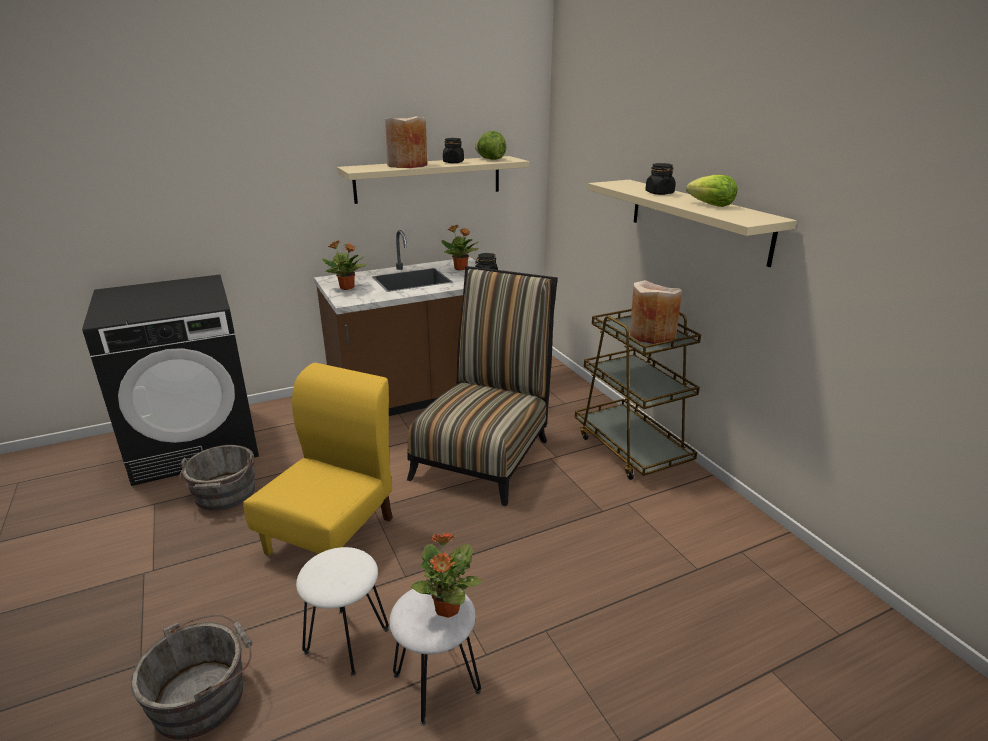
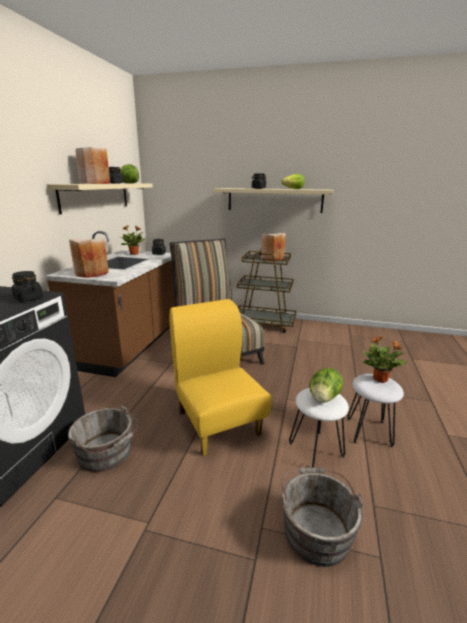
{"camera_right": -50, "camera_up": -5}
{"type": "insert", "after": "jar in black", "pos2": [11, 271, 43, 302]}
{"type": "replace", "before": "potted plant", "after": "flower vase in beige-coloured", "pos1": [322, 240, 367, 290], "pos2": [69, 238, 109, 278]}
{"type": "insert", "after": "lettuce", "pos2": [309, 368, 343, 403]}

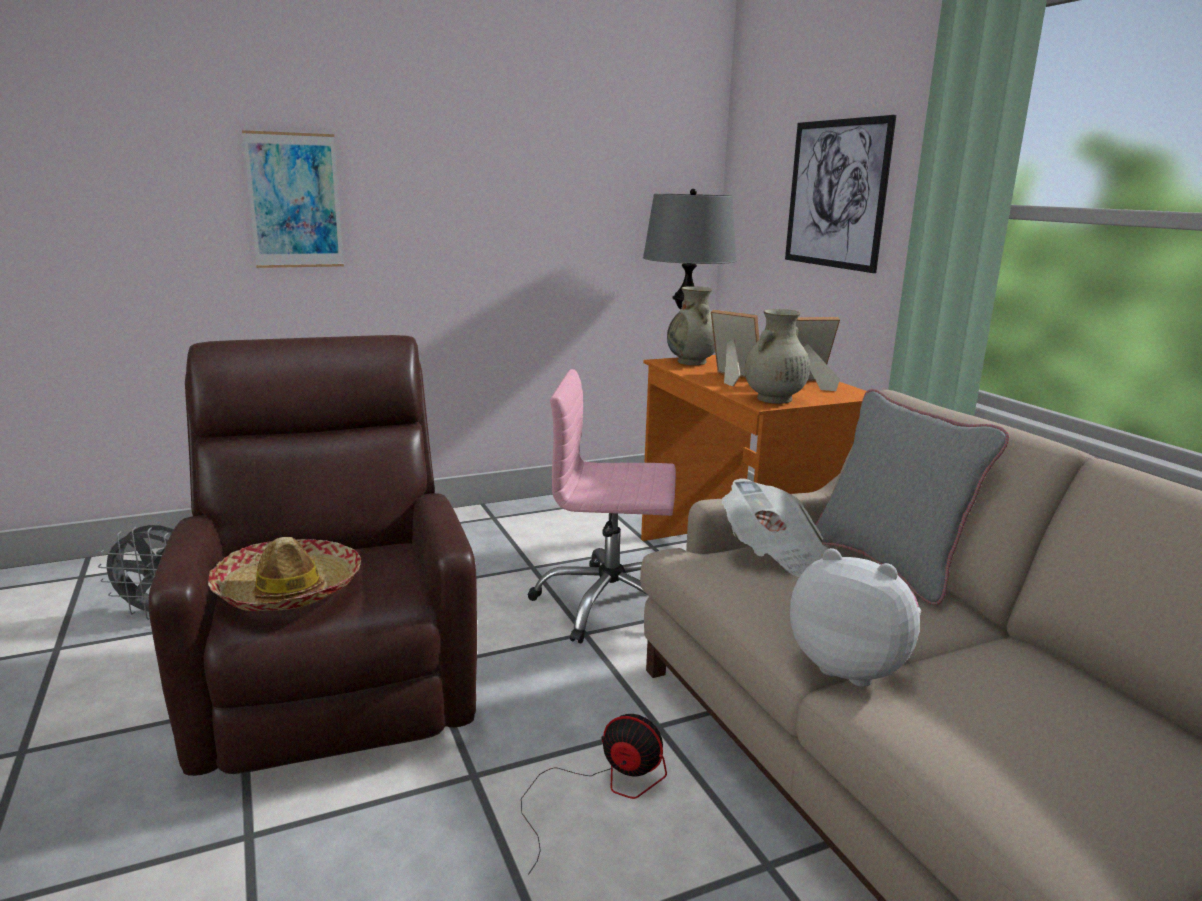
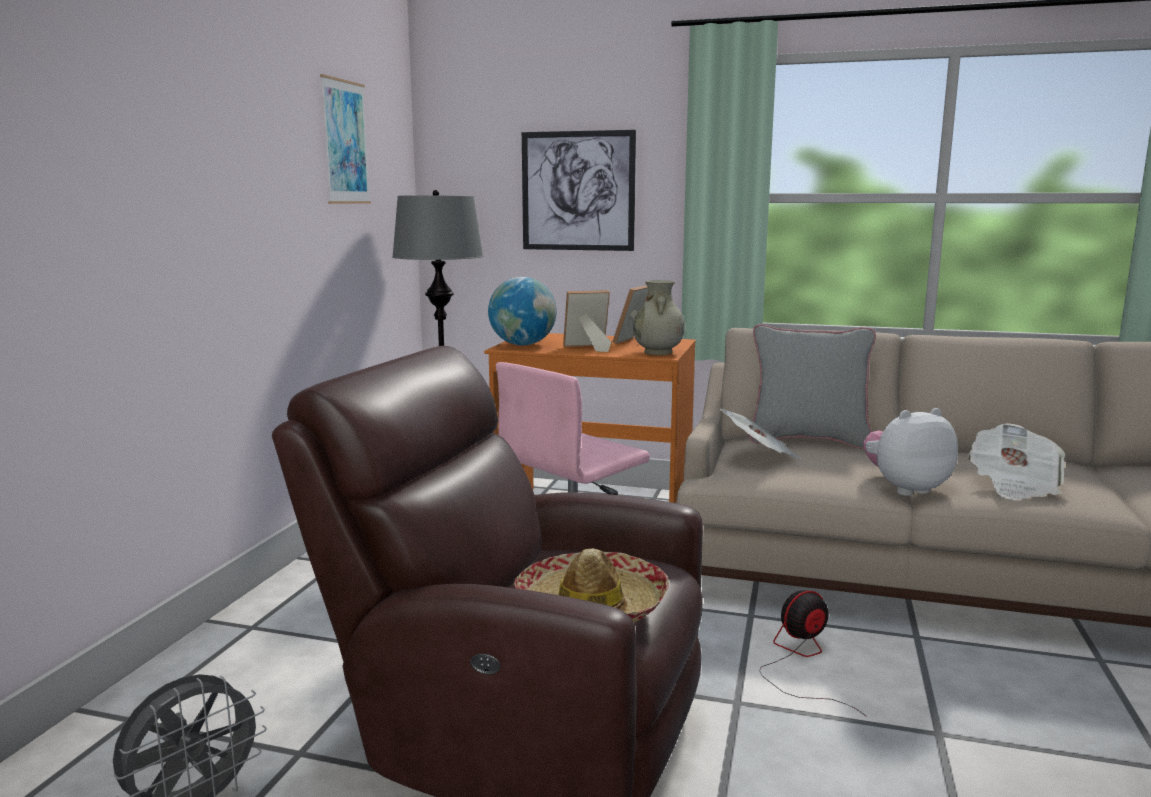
{"camera_right": -50, "camera_up": -5}
{"type": "move", "before": "wall art", "pos1": [242, 130, 344, 268], "pos2": [320, 74, 371, 204]}
{"type": "replace", "before": "flower vase in beige-coloured", "after": "world globe", "pos1": [667, 286, 715, 365], "pos2": [488, 277, 557, 346]}
{"type": "insert", "after": "newspaper", "pos2": [968, 423, 1065, 500]}

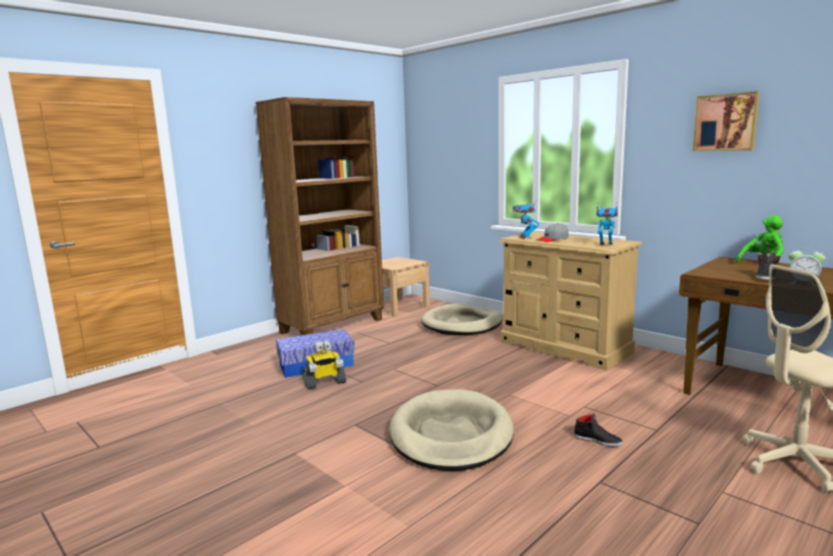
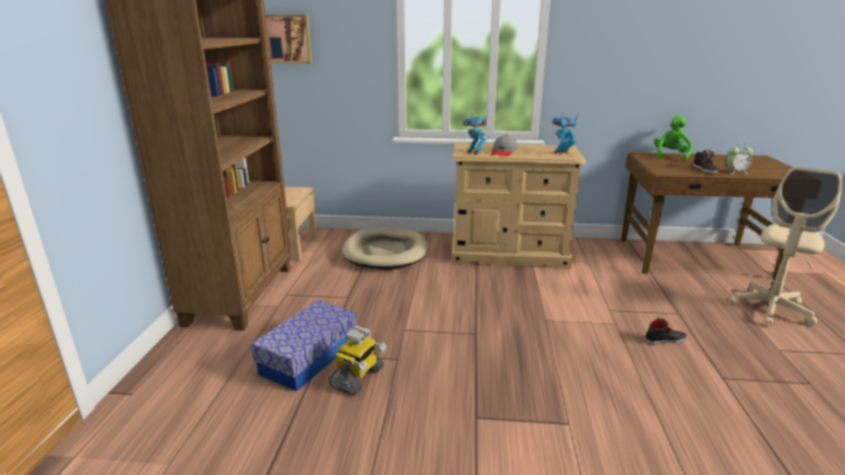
{"camera_right": -40, "camera_up": 10}
{"type": "move", "before": "wall art", "pos1": [693, 91, 760, 152], "pos2": [265, 15, 312, 64]}
{"type": "delete", "before": "dog bed in beige-coloured", "pos1": [389, 389, 514, 471]}

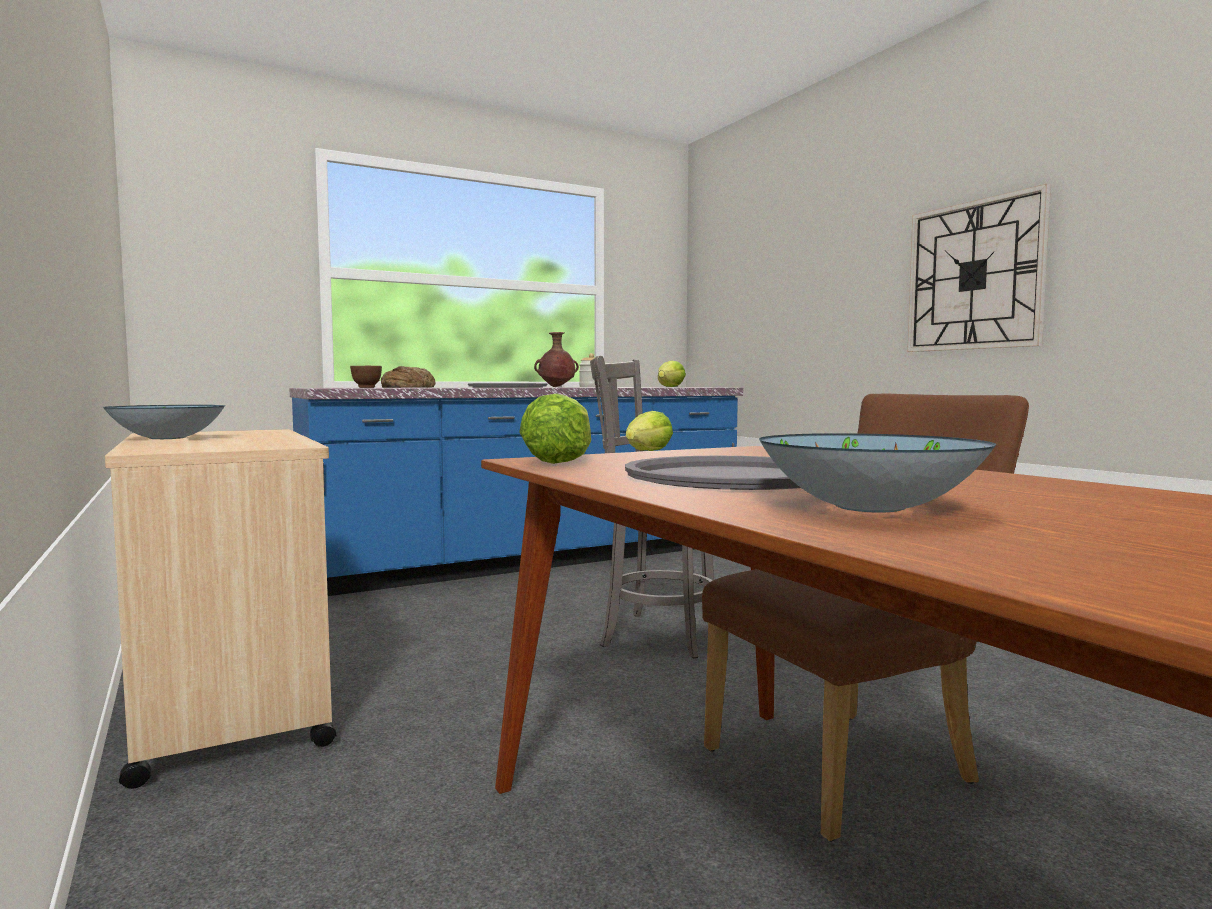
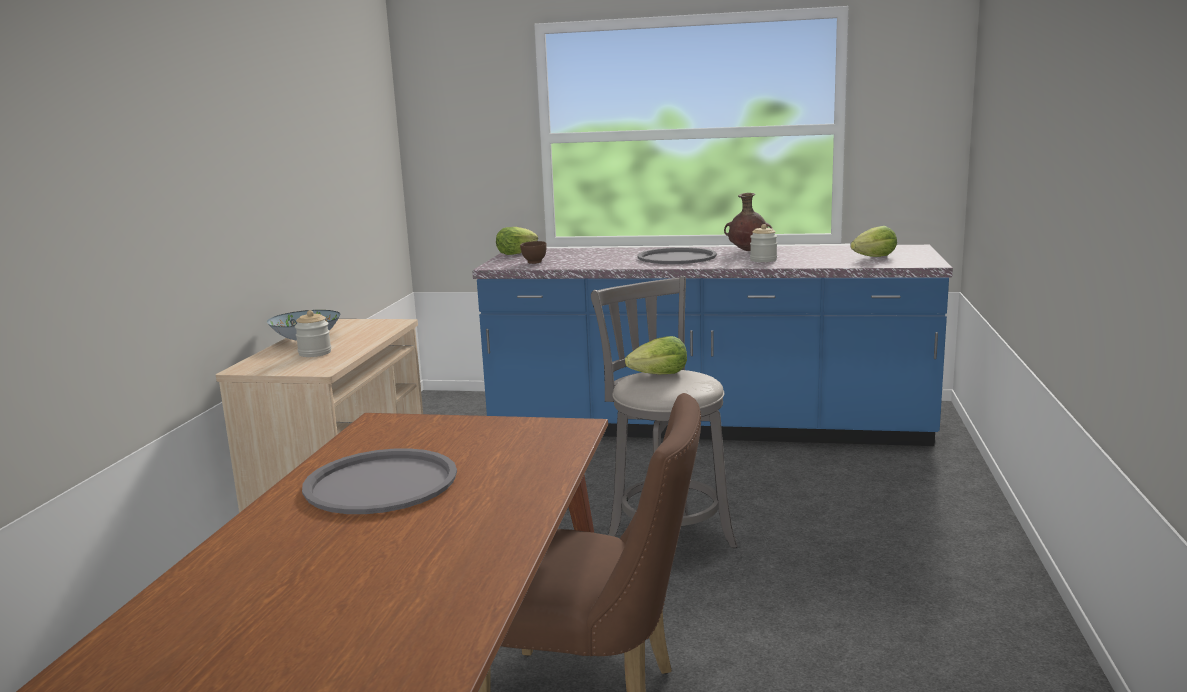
{"camera_right": 40, "camera_up": 10}
{"type": "insert", "after": "jar", "pos2": [295, 310, 331, 357]}
{"type": "move", "before": "lettuce", "pos1": [519, 393, 591, 464], "pos2": [496, 227, 538, 255]}
{"type": "delete", "before": "baked bread", "pos1": [381, 366, 435, 388]}
{"type": "delete", "before": "deep dish", "pos1": [759, 433, 996, 513]}
{"type": "delete", "before": "hanging clock", "pos1": [907, 184, 1051, 352]}

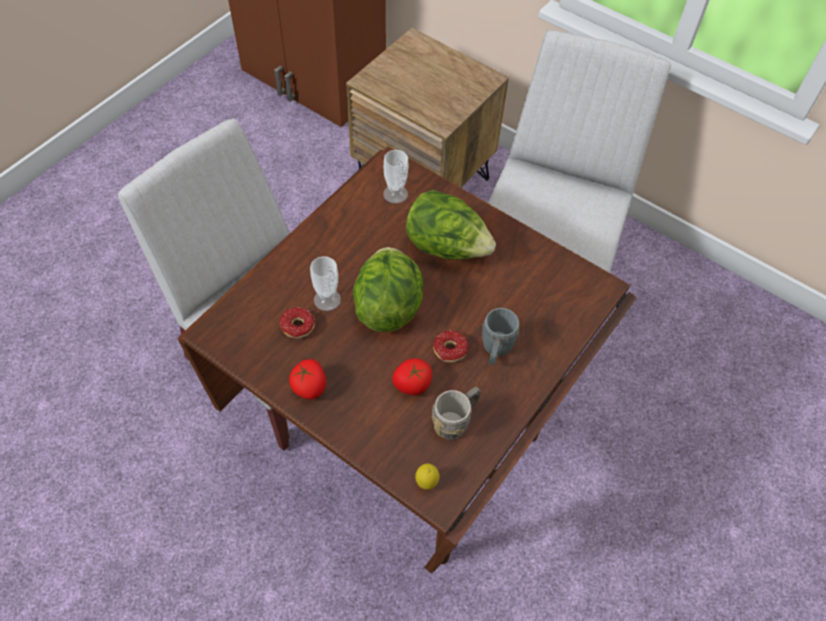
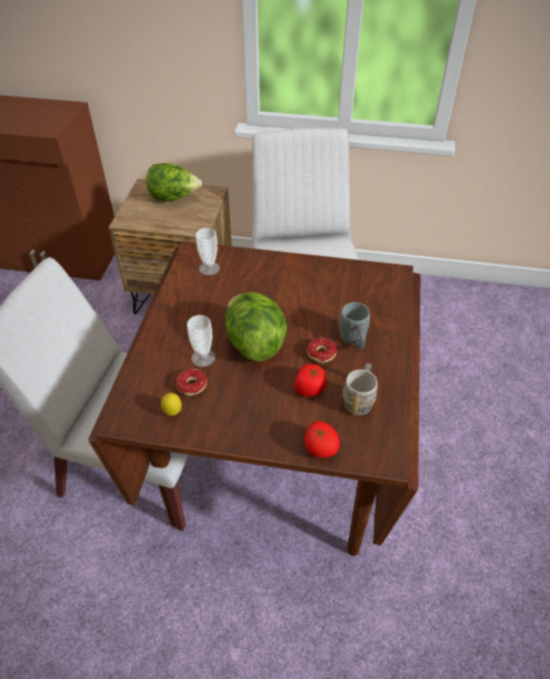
{"camera_right": -25, "camera_up": -10}
{"type": "move", "before": "lettuce", "pos1": [406, 190, 496, 260], "pos2": [146, 163, 202, 201]}
{"type": "move", "before": "citrus fruit", "pos1": [415, 464, 440, 490], "pos2": [161, 393, 182, 416]}
{"type": "move", "before": "fresh tomato", "pos1": [289, 359, 326, 399], "pos2": [304, 421, 340, 458]}

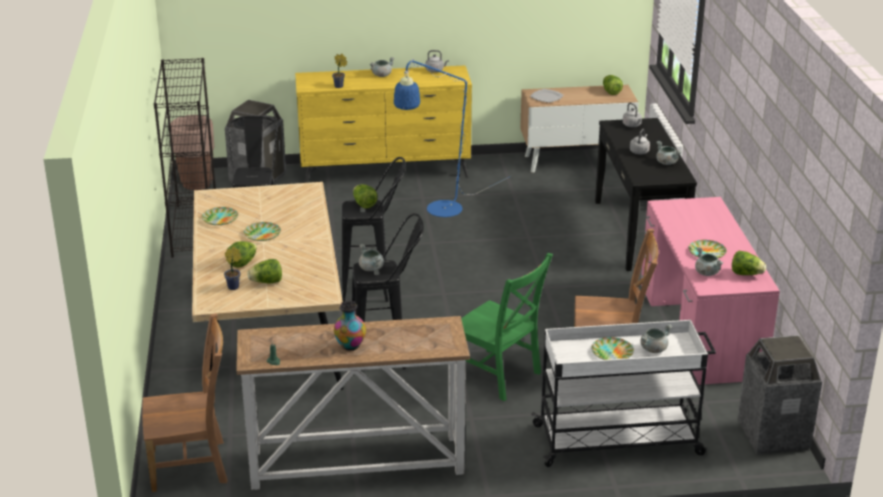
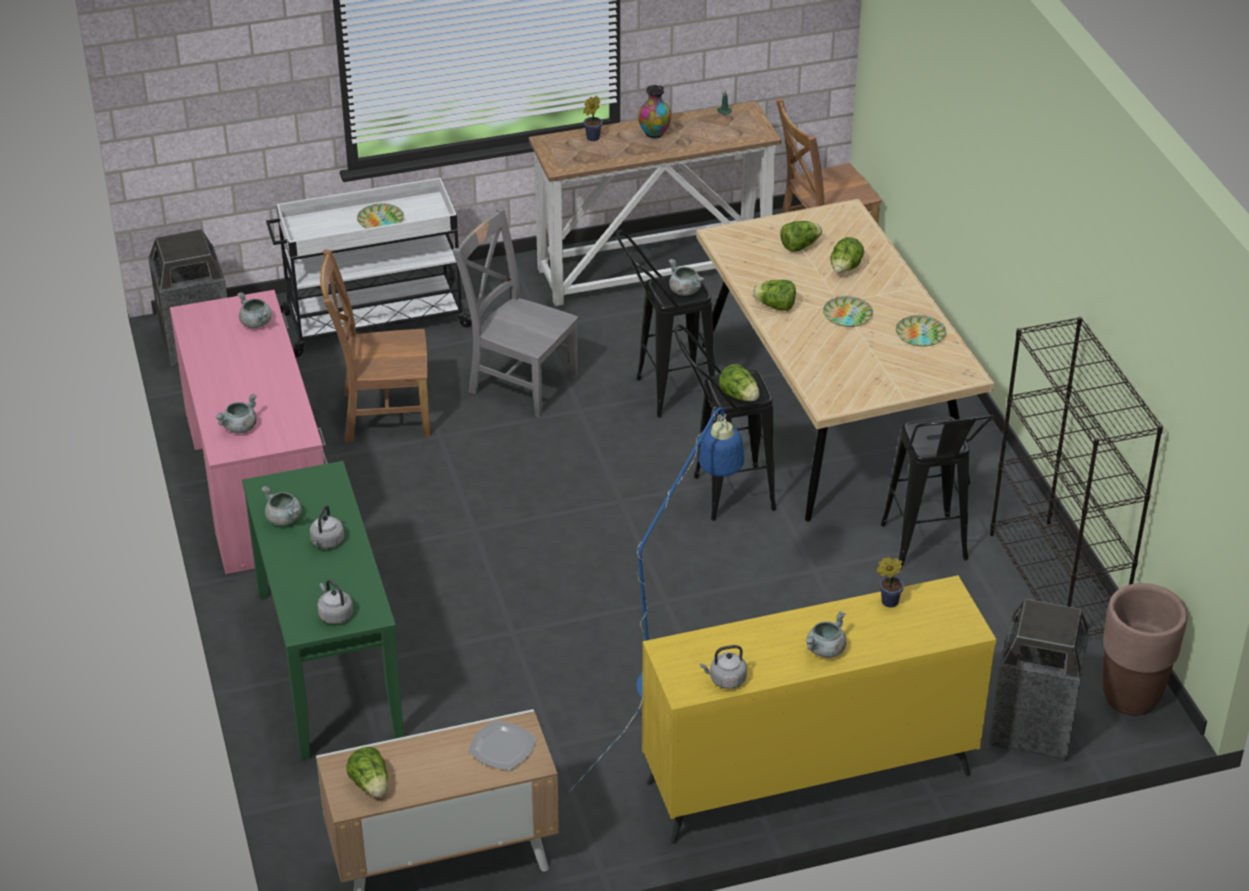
{"camera_right": 170, "camera_up": 10}
{"type": "move", "before": "stockpot in greyish", "pos1": [640, 324, 672, 353], "pos2": [215, 393, 257, 433]}
{"type": "recolor", "before": "narrow table in black", "after": "narrow table in greenish", "pos1": [595, 118, 697, 271], "pos2": [242, 461, 404, 761]}
{"type": "recolor", "before": "plain chair in greenish", "after": "plain chair in greyish", "pos1": [461, 253, 553, 401], "pos2": [452, 207, 579, 418]}
{"type": "move", "before": "potted plant", "pos1": [224, 247, 241, 290], "pos2": [583, 96, 603, 141]}
{"type": "move", "before": "lettuce", "pos1": [732, 251, 766, 275], "pos2": [753, 280, 796, 311]}
{"type": "delete", "before": "flat dish", "pos1": [688, 240, 727, 258]}

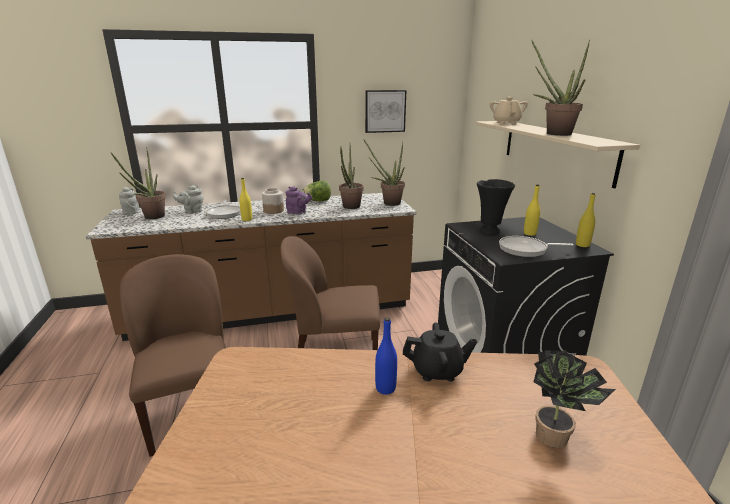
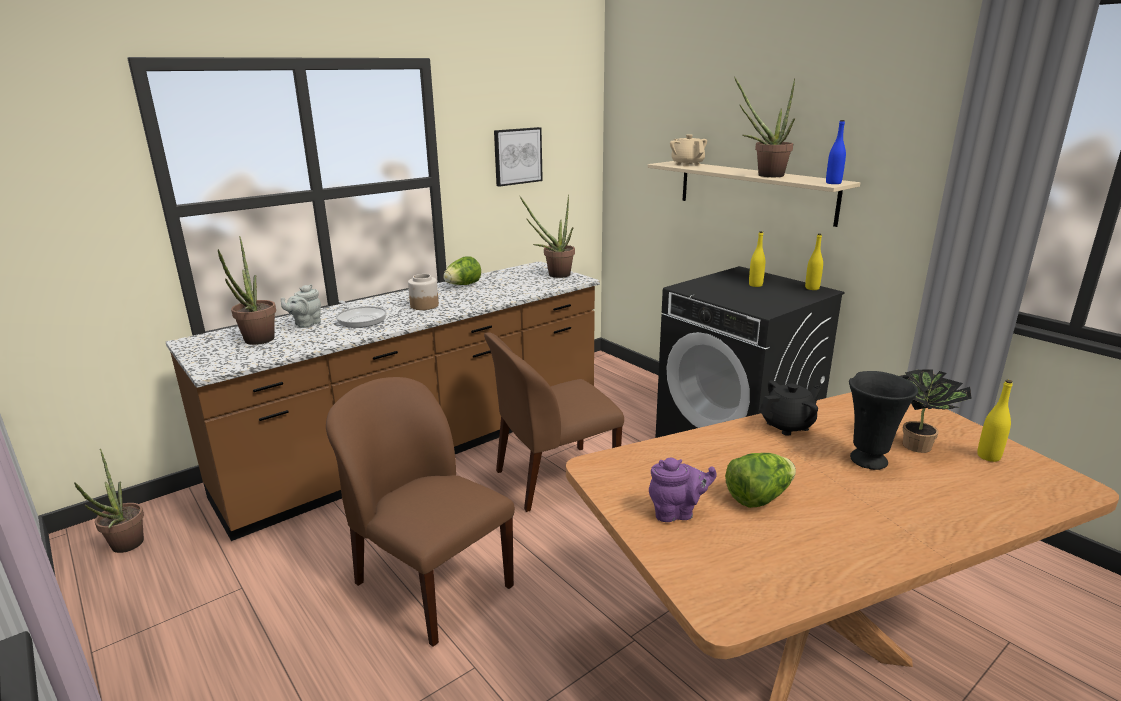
{"camera_right": -25, "camera_up": 0}
{"type": "move", "before": "potted plant", "pos1": [339, 145, 364, 209], "pos2": [74, 449, 144, 553]}
{"type": "move", "before": "tea pot in purplish", "pos1": [285, 186, 312, 214], "pos2": [649, 458, 717, 522]}
{"type": "insert", "after": "lettuce", "pos2": [725, 453, 796, 508]}
{"type": "move", "before": "drink bottle in blue-coloured", "pos1": [375, 317, 397, 395], "pos2": [826, 120, 846, 184]}
{"type": "move", "before": "flower vase in black", "pos1": [477, 179, 515, 234], "pos2": [849, 371, 918, 470]}
{"type": "move", "before": "drink bottle in yellow", "pos1": [239, 178, 252, 221], "pos2": [977, 380, 1013, 462]}
{"type": "delete", "before": "tea pot in greyish", "pos1": [119, 187, 139, 215]}
{"type": "delete", "before": "pan", "pos1": [499, 236, 573, 257]}

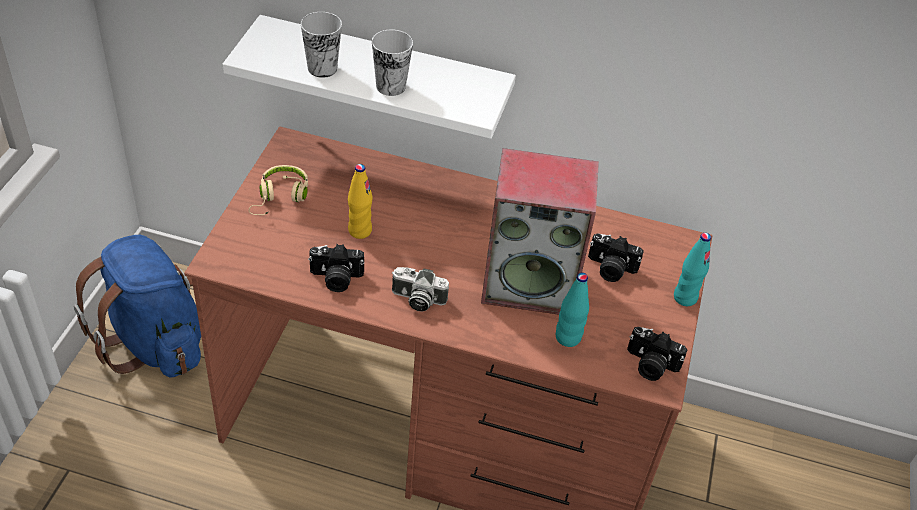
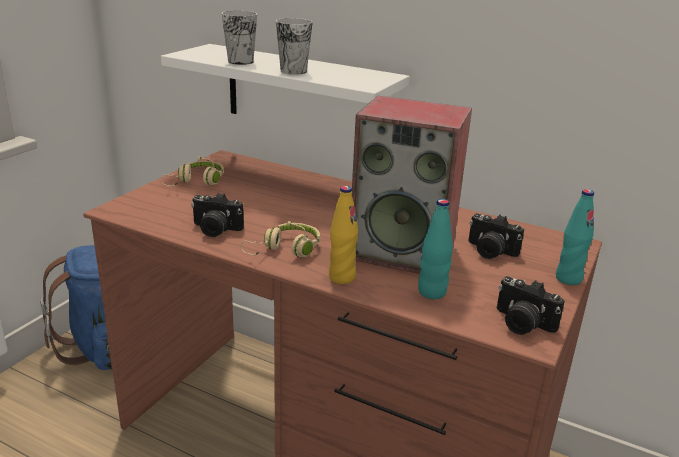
{"camera_right": 15, "camera_up": -20}
{"type": "replace", "before": "photo camera", "after": "headset in beige-coloured", "pos1": [392, 267, 449, 312], "pos2": [241, 221, 320, 257]}
{"type": "move", "before": "drink bottle in yellow", "pos1": [348, 164, 373, 239], "pos2": [329, 186, 358, 284]}

